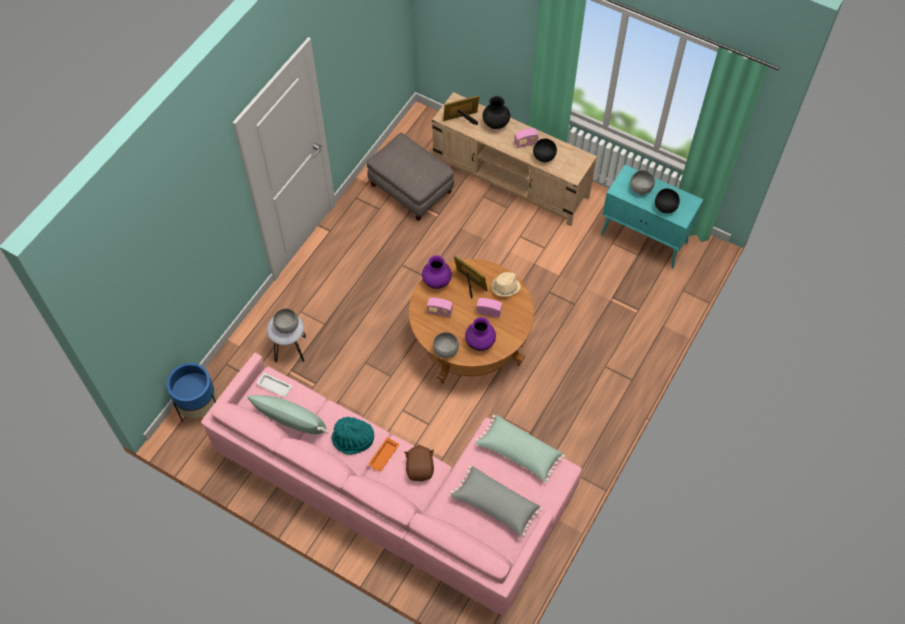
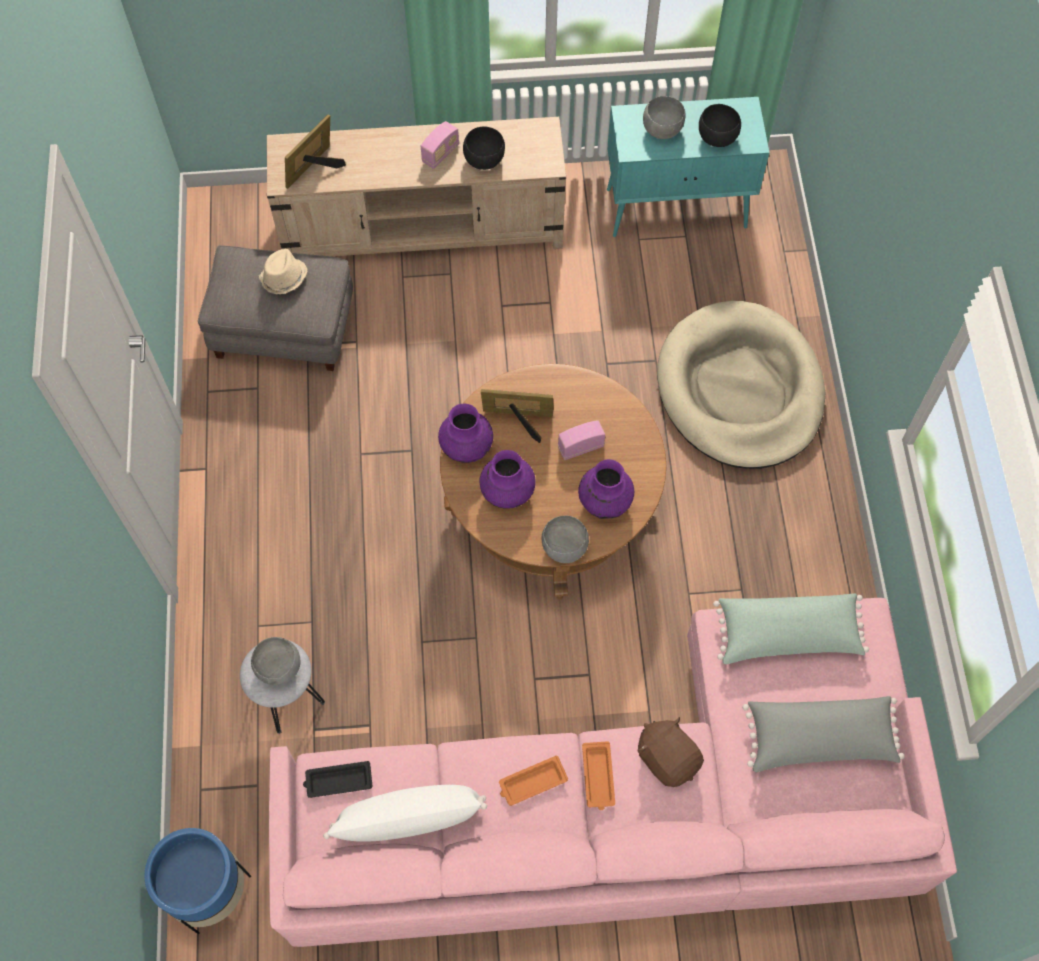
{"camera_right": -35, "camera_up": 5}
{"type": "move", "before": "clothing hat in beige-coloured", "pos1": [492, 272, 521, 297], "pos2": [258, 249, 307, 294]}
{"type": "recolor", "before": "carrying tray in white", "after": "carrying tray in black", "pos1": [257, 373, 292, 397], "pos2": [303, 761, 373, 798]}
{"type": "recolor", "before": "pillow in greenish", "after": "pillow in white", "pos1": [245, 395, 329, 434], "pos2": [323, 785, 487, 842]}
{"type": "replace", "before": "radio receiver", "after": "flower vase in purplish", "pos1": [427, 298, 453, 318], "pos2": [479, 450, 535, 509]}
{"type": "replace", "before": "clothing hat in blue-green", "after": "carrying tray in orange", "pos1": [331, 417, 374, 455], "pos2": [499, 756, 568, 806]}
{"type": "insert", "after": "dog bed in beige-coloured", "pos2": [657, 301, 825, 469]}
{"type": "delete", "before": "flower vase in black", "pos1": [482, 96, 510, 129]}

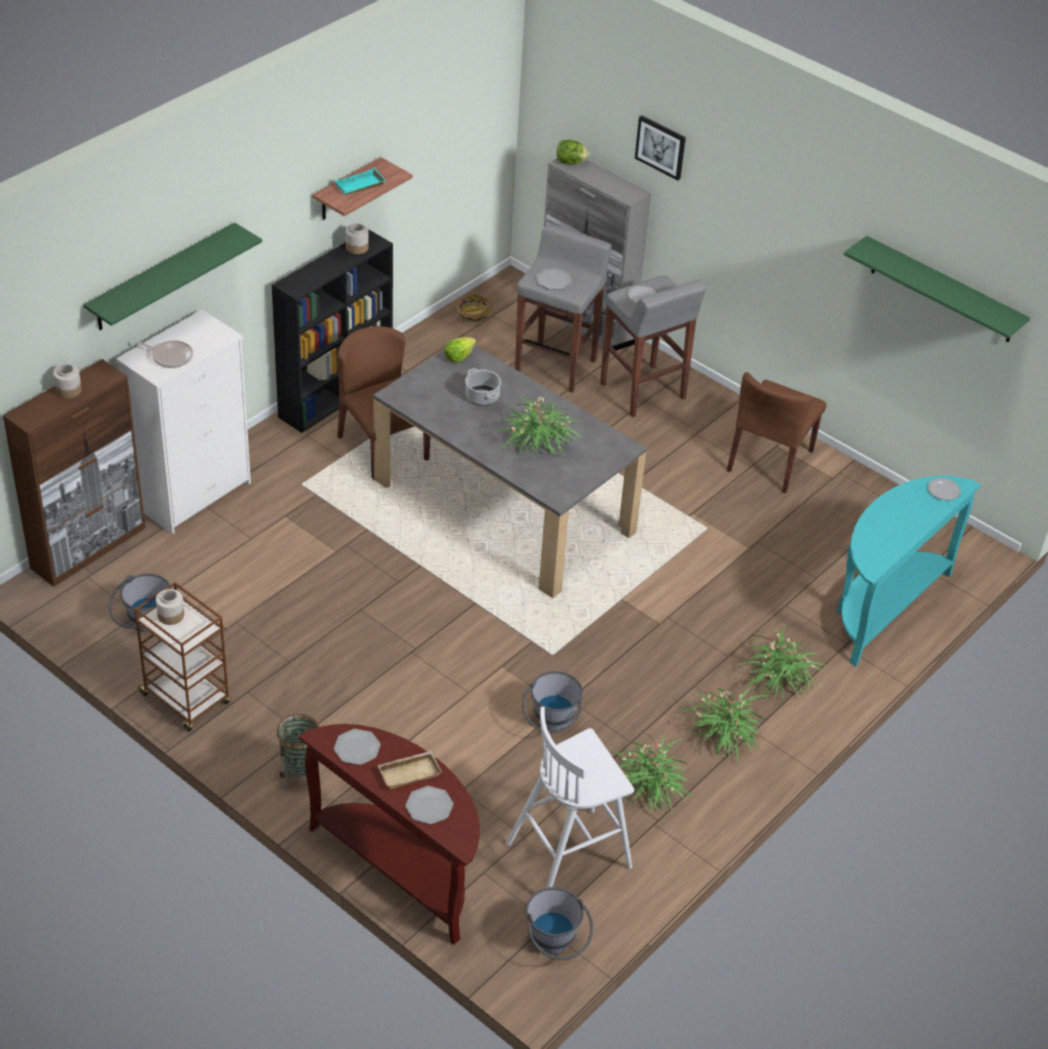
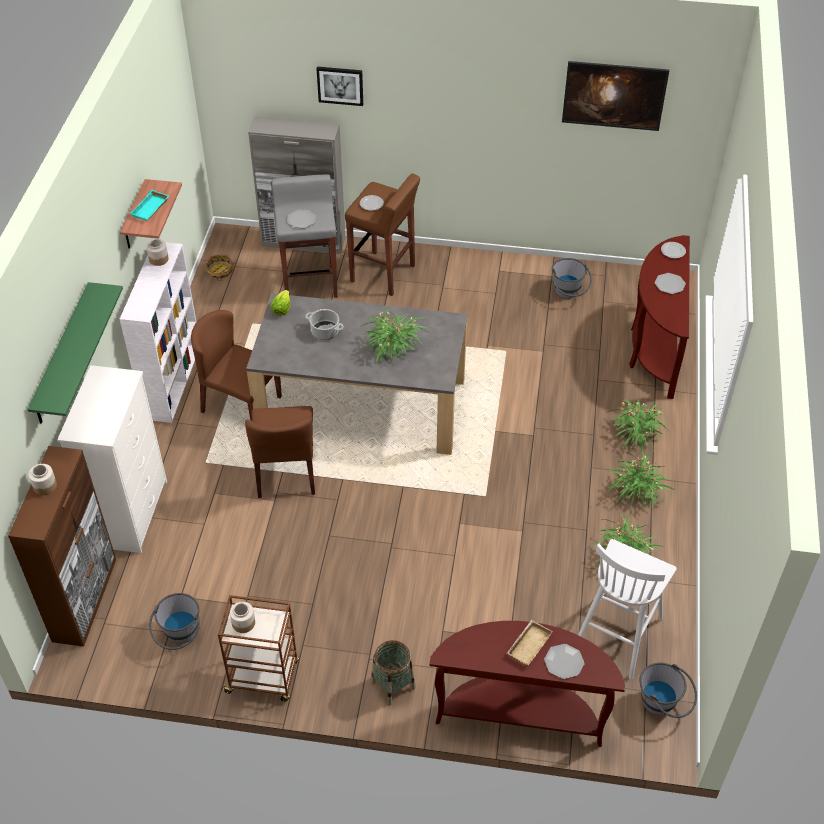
{"camera_right": -30, "camera_up": 5}
{"type": "recolor", "before": "shelving unit in black", "after": "shelving unit in white", "pos1": [272, 229, 393, 433], "pos2": [120, 242, 197, 423]}
{"type": "move", "before": "plain chair in brown", "pos1": [727, 372, 826, 494], "pos2": [245, 406, 315, 498]}
{"type": "recolor", "before": "stool in greyish", "after": "stool in brown", "pos1": [600, 276, 707, 417], "pos2": [345, 173, 420, 296]}
{"type": "move", "before": "bucket in greyish", "pos1": [522, 671, 583, 733], "pos2": [552, 258, 592, 299]}
{"type": "replace", "before": "wall shelf in greenish", "after": "wall art", "pos1": [844, 236, 1030, 342], "pos2": [562, 61, 669, 131]}
{"type": "recolor", "before": "narrow table in blue-green", "after": "narrow table in brown", "pos1": [836, 476, 981, 666], "pos2": [629, 235, 690, 399]}
{"type": "move", "before": "flat dish", "pos1": [334, 729, 381, 765], "pos2": [655, 273, 686, 294]}
{"type": "delete", "before": "pan", "pos1": [135, 340, 193, 368]}
{"type": "delete", "before": "lettuce", "pos1": [557, 140, 590, 164]}

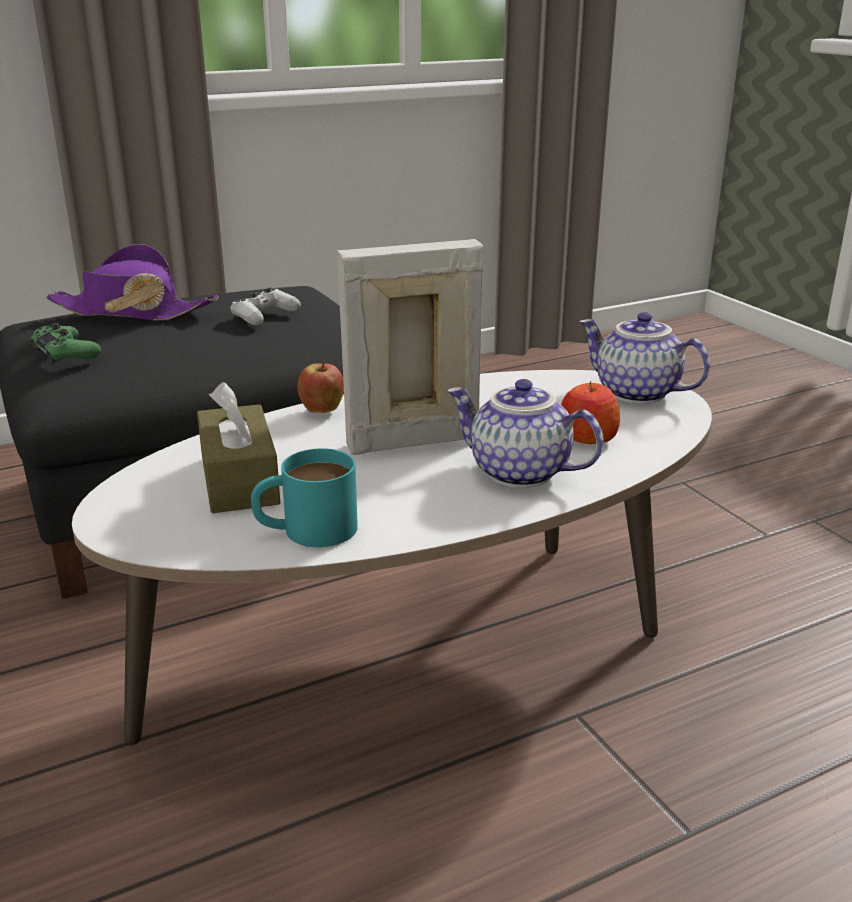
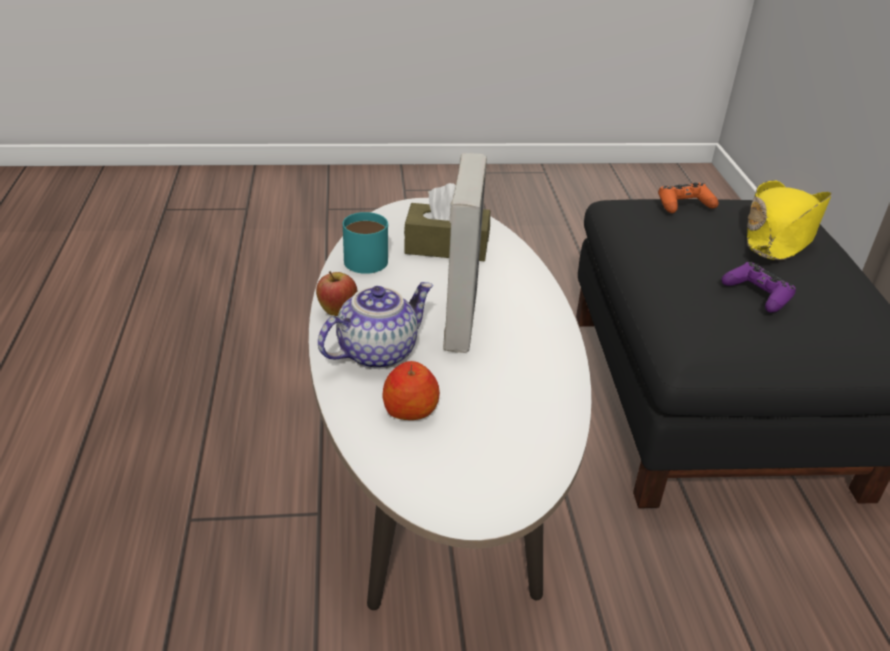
{"camera_right": 110, "camera_up": 10}
{"type": "move", "before": "whole apple", "pos1": [297, 360, 344, 413], "pos2": [316, 271, 357, 316]}
{"type": "recolor", "before": "gamepad in greenish", "after": "gamepad in orange", "pos1": [31, 323, 101, 365], "pos2": [658, 182, 719, 213]}
{"type": "recolor", "before": "gamepad in white", "after": "gamepad in purplish", "pos1": [230, 287, 301, 326], "pos2": [721, 262, 796, 313]}
{"type": "recolor", "before": "clothing hat in purplish", "after": "clothing hat in yellow", "pos1": [46, 244, 218, 321], "pos2": [747, 180, 832, 260]}
{"type": "delete", "before": "tea pot", "pos1": [579, 312, 710, 404]}

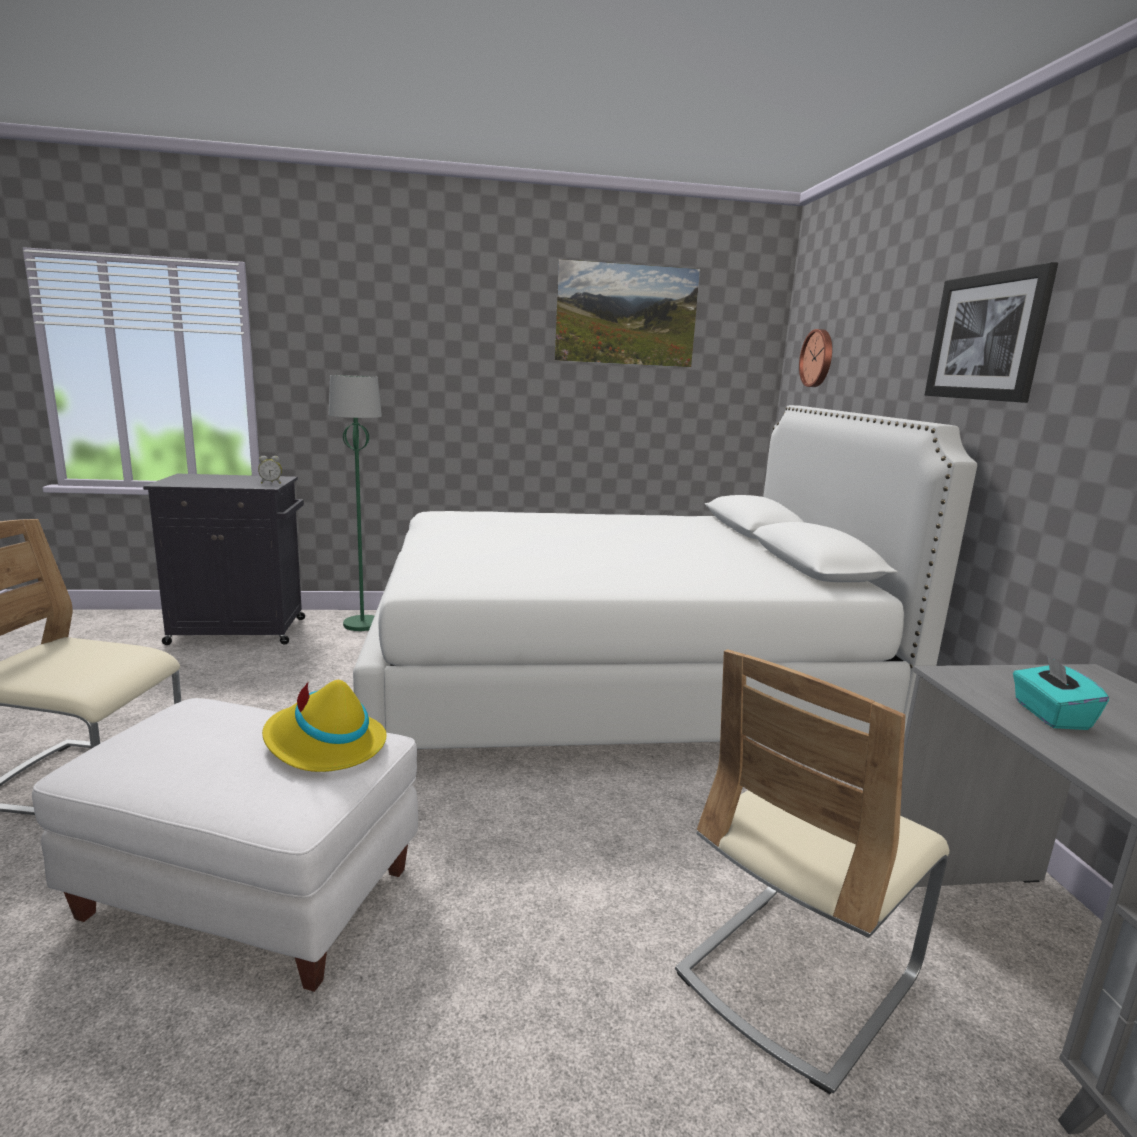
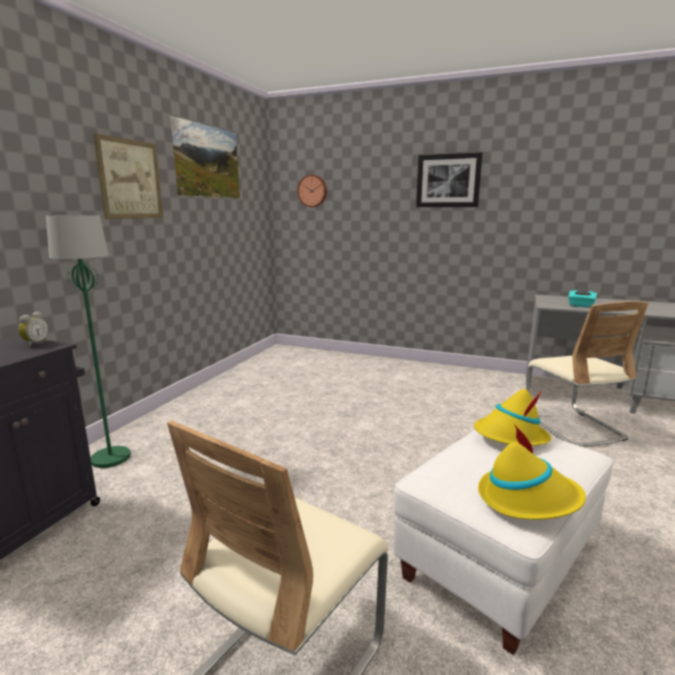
{"camera_right": -60, "camera_up": 0}
{"type": "insert", "after": "wall art", "pos2": [93, 133, 163, 219]}
{"type": "insert", "after": "clothing hat in yellow", "pos2": [478, 424, 586, 520]}
{"type": "delete", "before": "sleeping bed in white", "pos1": [353, 405, 977, 749]}

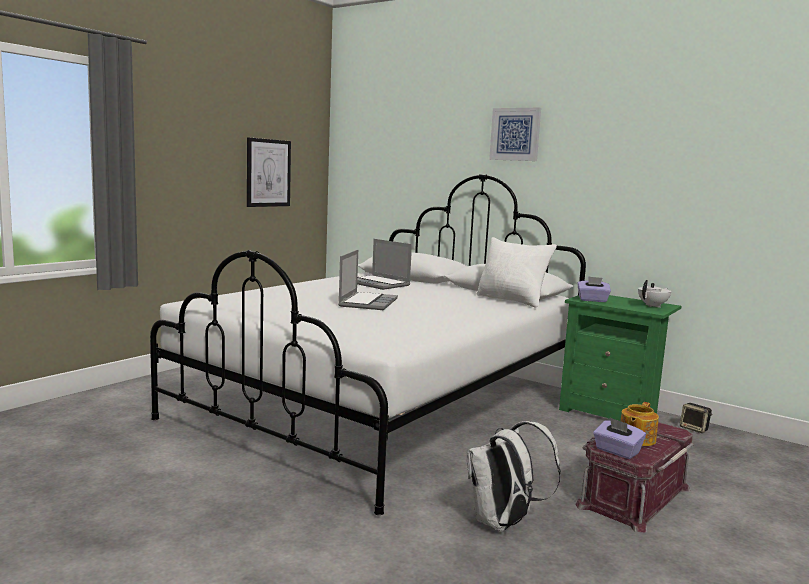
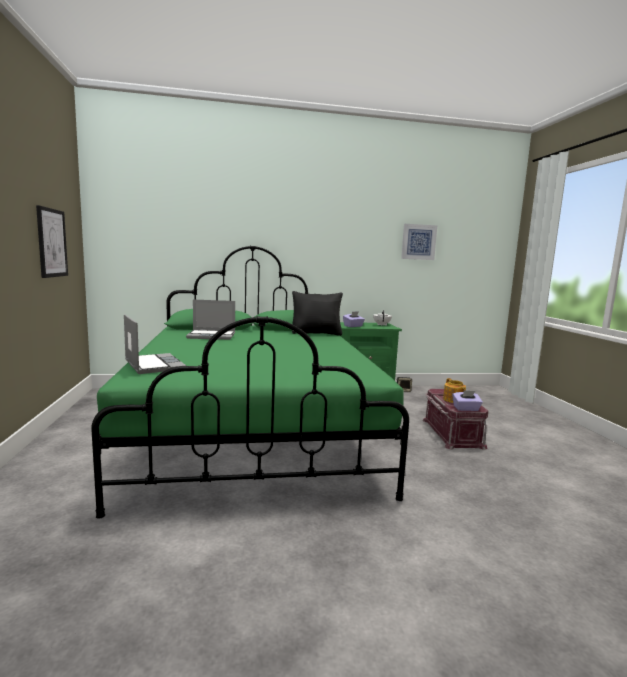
{"camera_right": -45, "camera_up": 0}
{"type": "recolor", "before": "sleeping bed in white", "after": "sleeping bed in greenish", "pos1": [150, 174, 586, 515], "pos2": [91, 246, 409, 519]}
{"type": "move", "before": "notebook computer", "pos1": [338, 250, 398, 310], "pos2": [124, 314, 186, 374]}
{"type": "recolor", "before": "pillow in white", "after": "pillow in black", "pos1": [477, 237, 557, 308], "pos2": [292, 291, 343, 336]}
{"type": "move", "before": "wall art", "pos1": [489, 108, 541, 161], "pos2": [401, 224, 437, 260]}
{"type": "delete", "before": "rucksack in white", "pos1": [467, 421, 561, 531]}

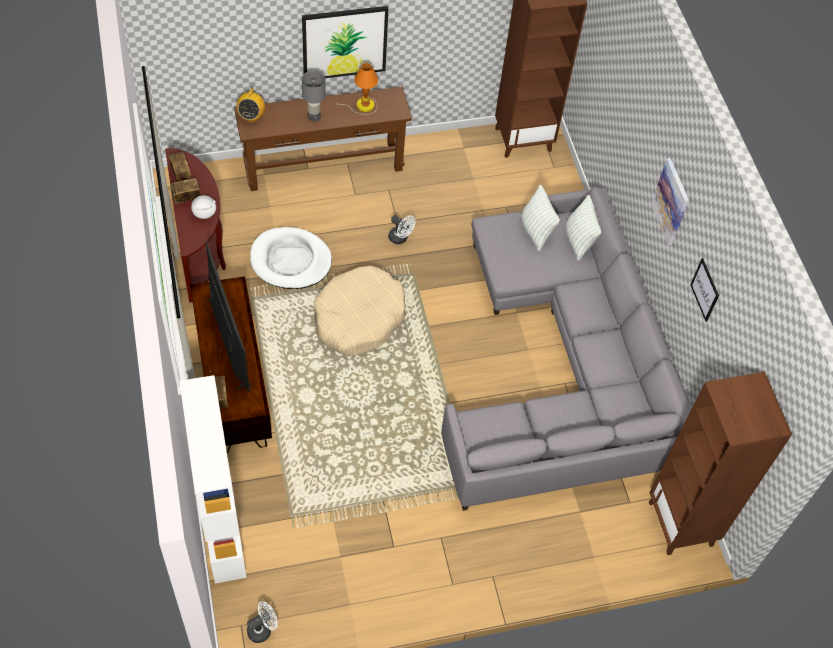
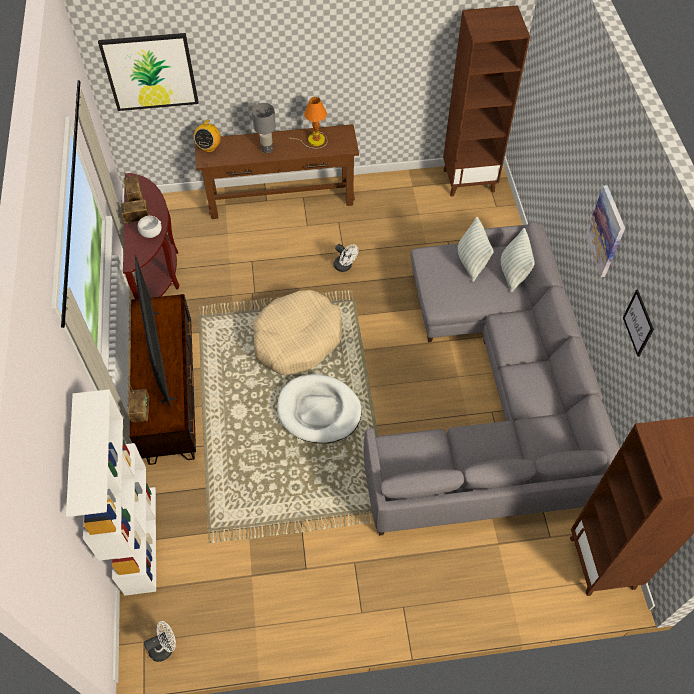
{"camera_right": 10, "camera_up": 0}
{"type": "move", "before": "wall art", "pos1": [302, 6, 388, 78], "pos2": [98, 33, 199, 111]}
{"type": "move", "before": "dog bed in white", "pos1": [250, 227, 332, 289], "pos2": [277, 374, 362, 443]}

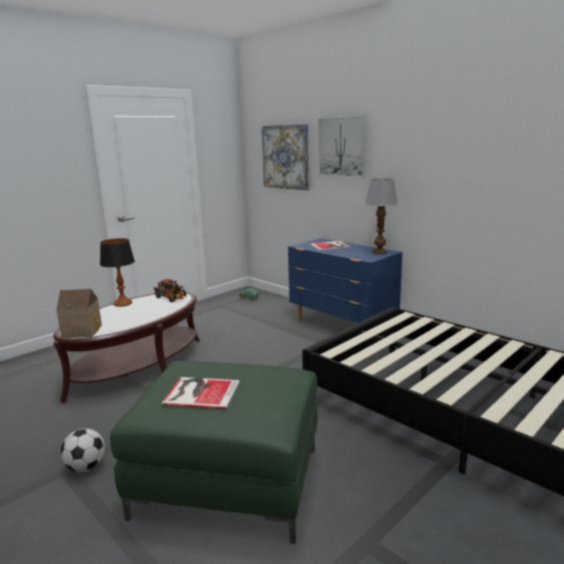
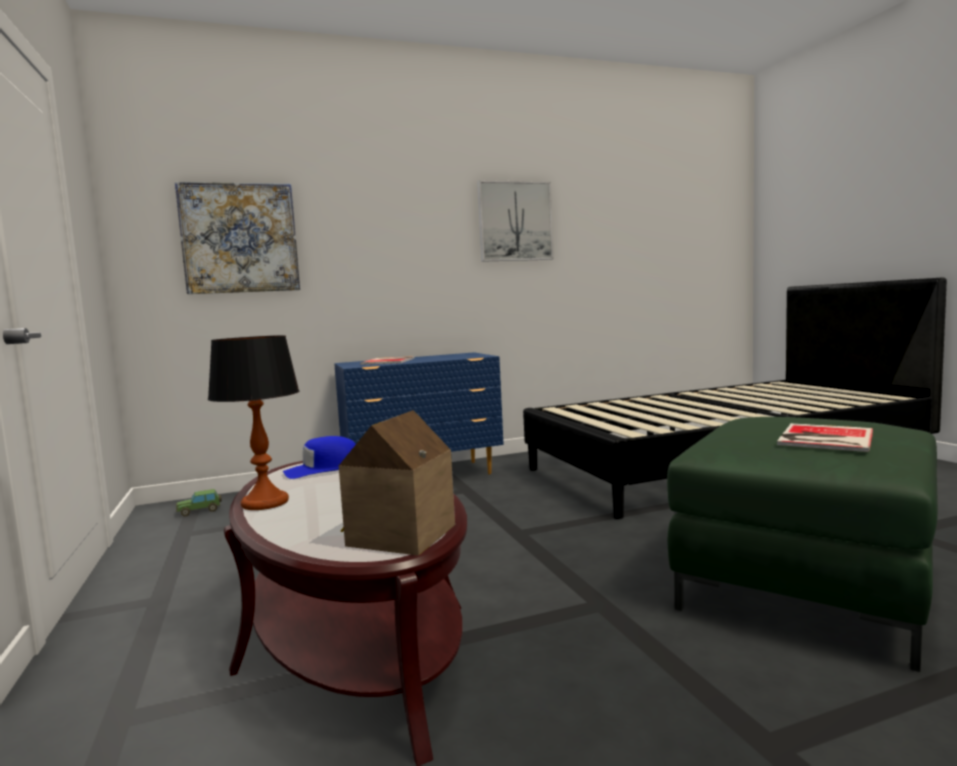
{"camera_right": -65, "camera_up": -10}
{"type": "replace", "before": "toy lorry", "after": "cap in blue-coloured", "pos1": [153, 279, 187, 302], "pos2": [283, 436, 356, 479]}
{"type": "move", "before": "wall art", "pos1": [318, 115, 367, 178], "pos2": [477, 180, 554, 262]}
{"type": "delete", "before": "football", "pos1": [60, 428, 105, 472]}
{"type": "delete", "before": "lamp for a table", "pos1": [365, 178, 398, 255]}

